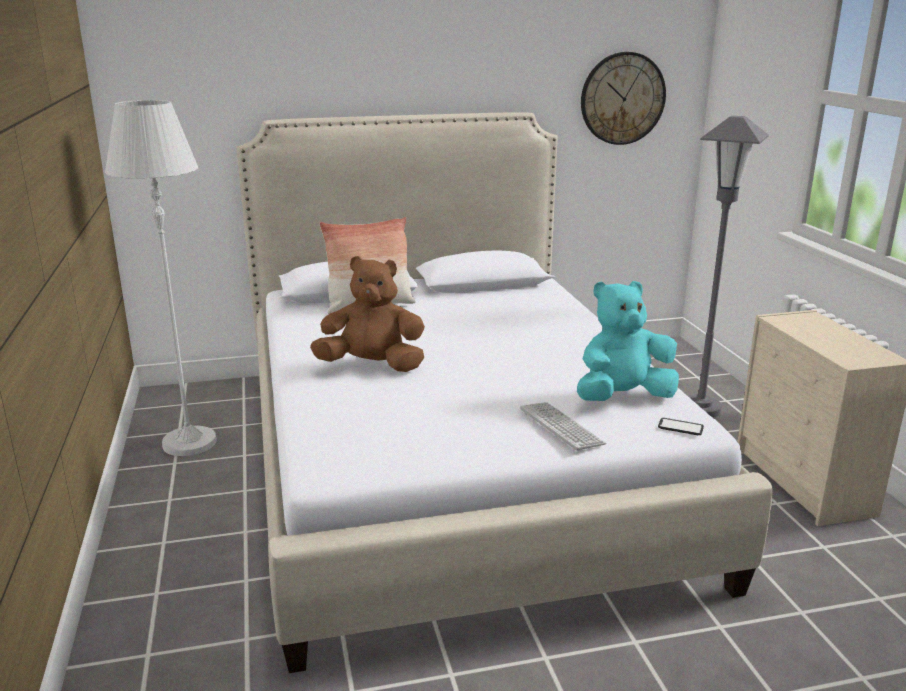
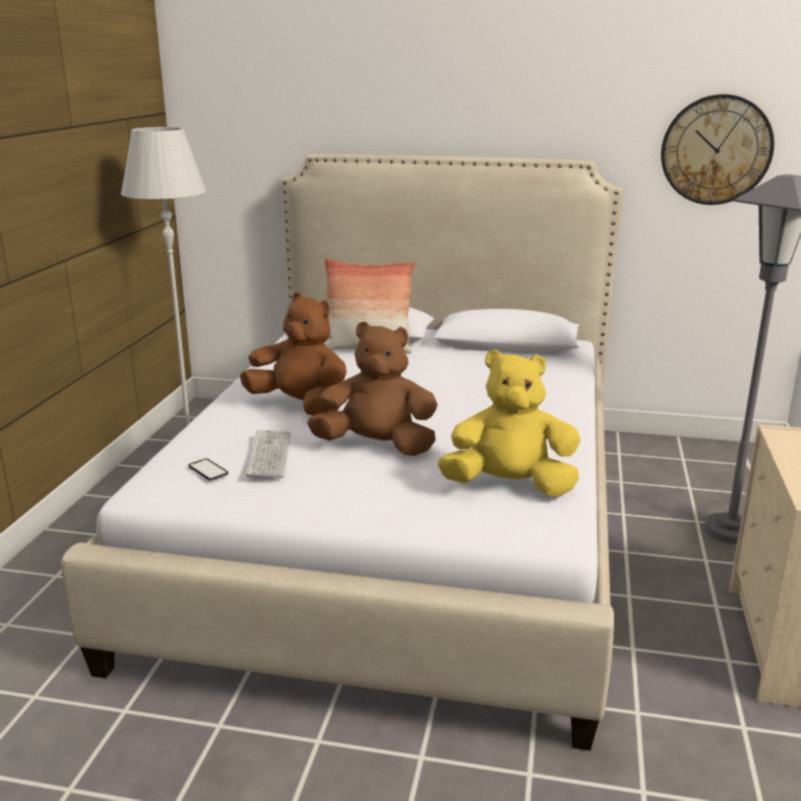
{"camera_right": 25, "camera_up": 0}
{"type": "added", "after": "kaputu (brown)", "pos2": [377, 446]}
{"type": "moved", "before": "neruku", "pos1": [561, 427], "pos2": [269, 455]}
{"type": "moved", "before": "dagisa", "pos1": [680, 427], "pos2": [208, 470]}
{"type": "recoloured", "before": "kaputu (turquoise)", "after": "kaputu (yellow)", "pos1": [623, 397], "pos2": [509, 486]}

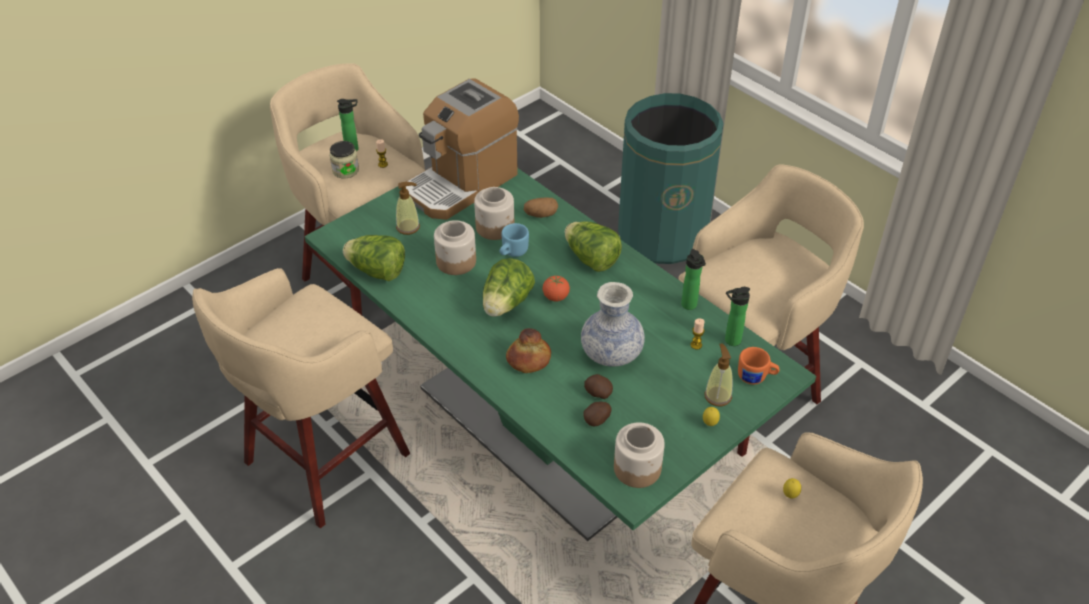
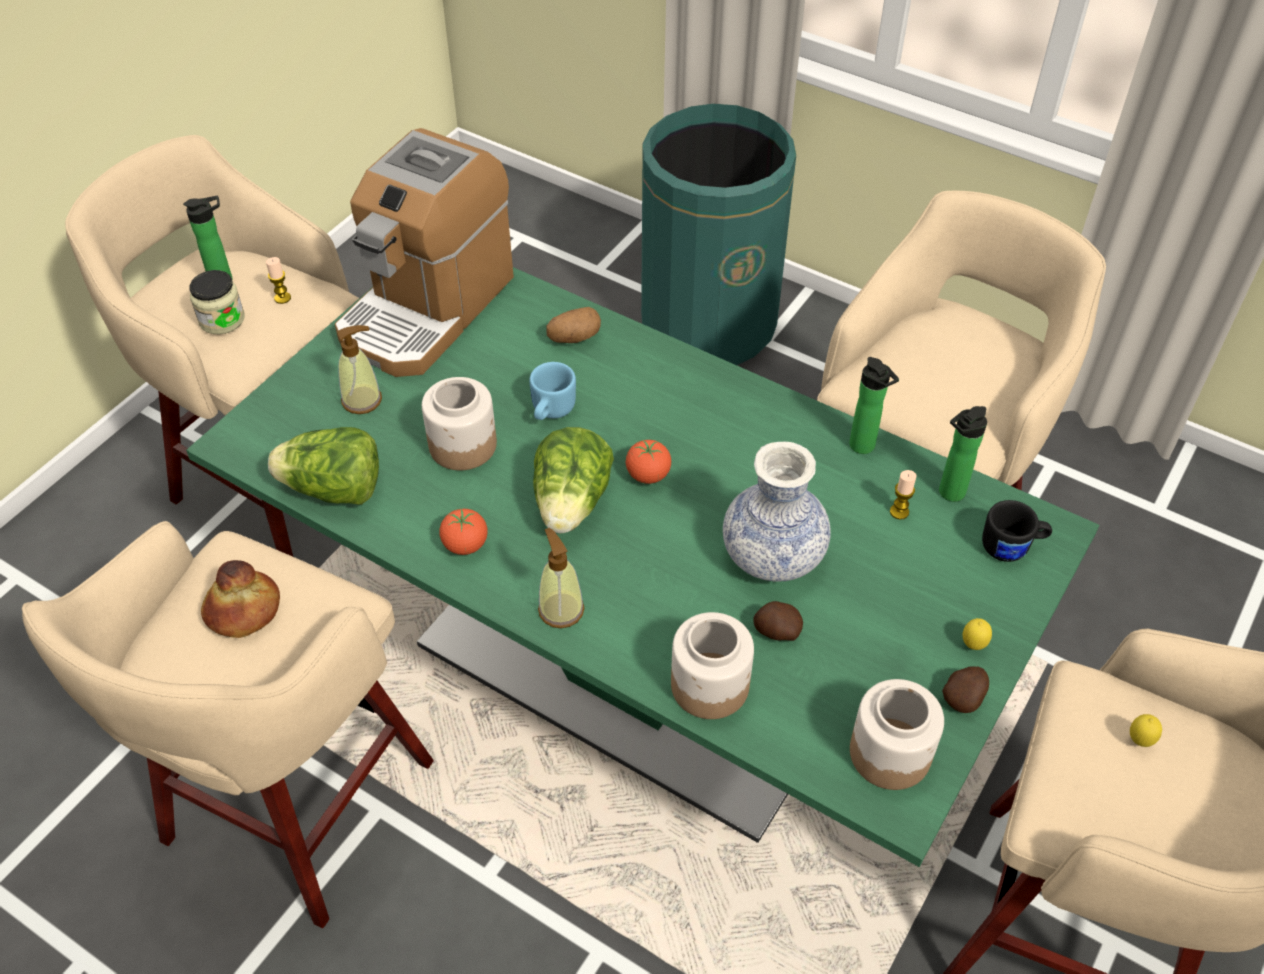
{"camera_right": -15, "camera_up": 5}
{"type": "removed", "before": "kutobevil", "pos1": [591, 259]}
{"type": "added", "after": "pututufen", "pos2": [465, 545]}
{"type": "moved", "before": "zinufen", "pos1": [495, 227], "pos2": [711, 685]}
{"type": "moved", "before": "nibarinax", "pos1": [528, 359], "pos2": [243, 611]}
{"type": "moved", "before": "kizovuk", "pos1": [597, 420], "pos2": [964, 697]}
{"type": "moved", "before": "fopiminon", "pos1": [717, 396], "pos2": [561, 609]}
{"type": "recoloured", "before": "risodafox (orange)", "after": "risodafox (black)", "pos1": [756, 377], "pos2": [1012, 547]}

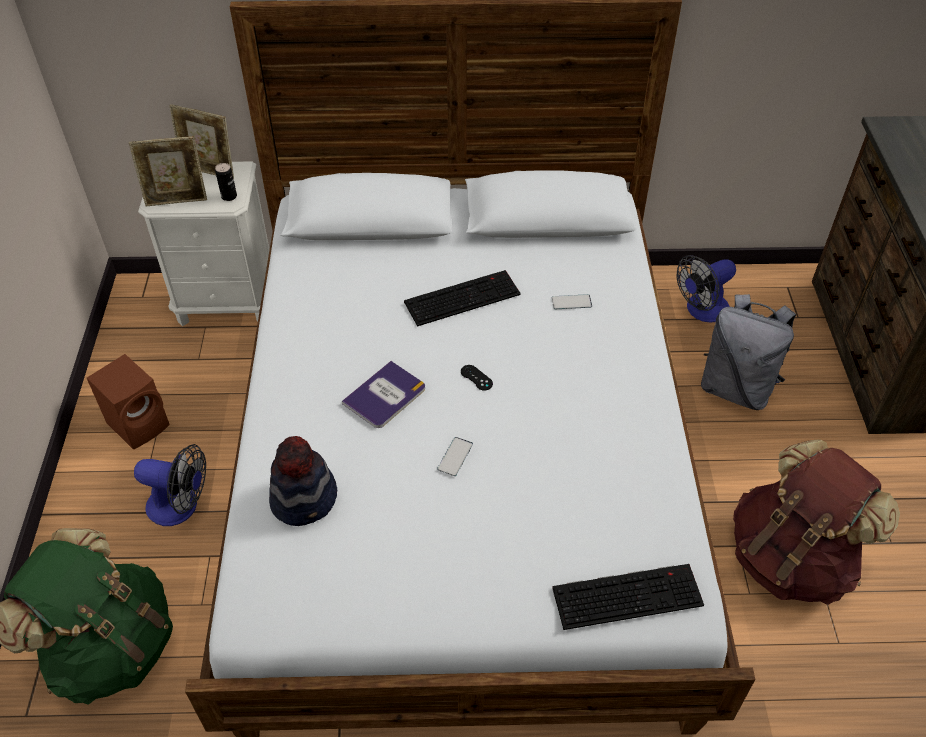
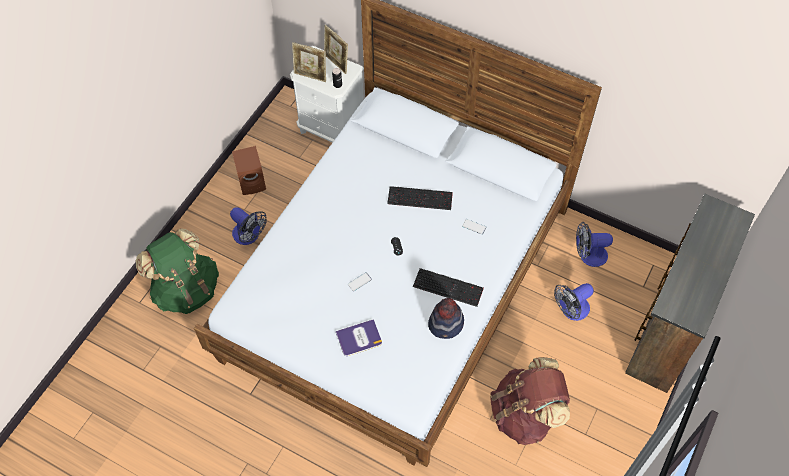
{"camera_right": 30, "camera_up": 10}
{"type": "moved", "before": "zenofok", "pos1": [305, 498], "pos2": [446, 324]}
{"type": "moved", "before": "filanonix", "pos1": [385, 396], "pos2": [359, 338]}
{"type": "moved", "before": "neruku", "pos1": [628, 594], "pos2": [449, 287]}
{"type": "replaced", "before": "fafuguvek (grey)", "after": "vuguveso", "pos1": [736, 388], "pos2": [571, 311]}

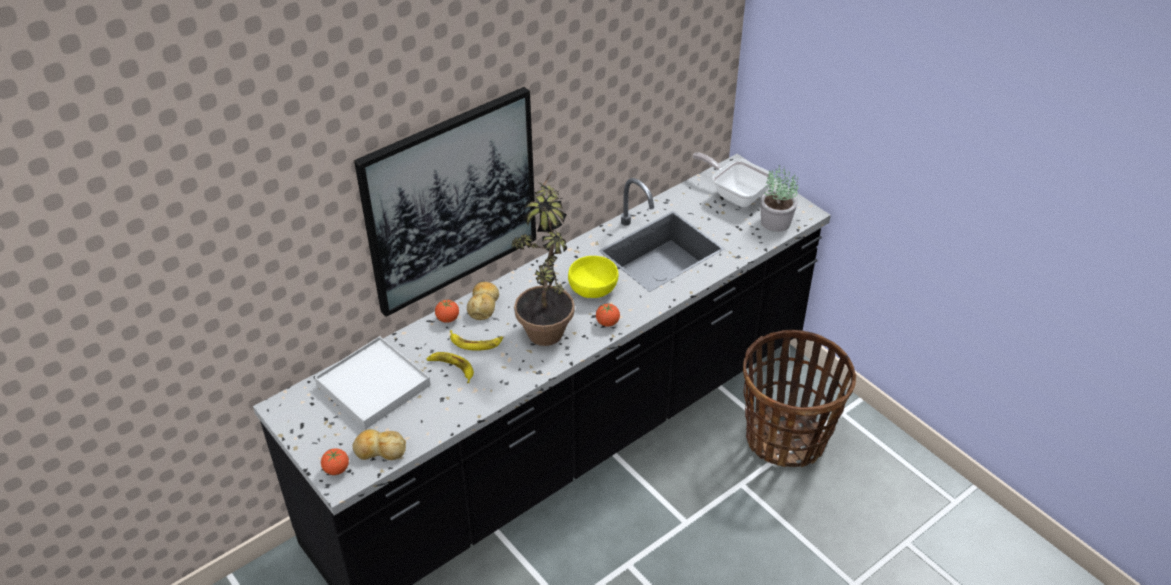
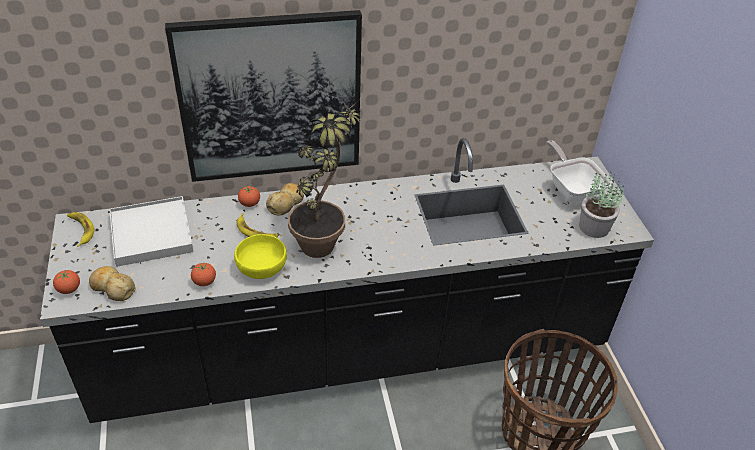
{"camera_right": 25, "camera_up": 0}
{"type": "moved", "before": "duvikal", "pos1": [451, 368], "pos2": [80, 230]}
{"type": "moved", "before": "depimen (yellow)", "pos1": [593, 288], "pos2": [262, 267]}
{"type": "moved", "before": "pututufen", "pos1": [607, 322], "pos2": [204, 282]}

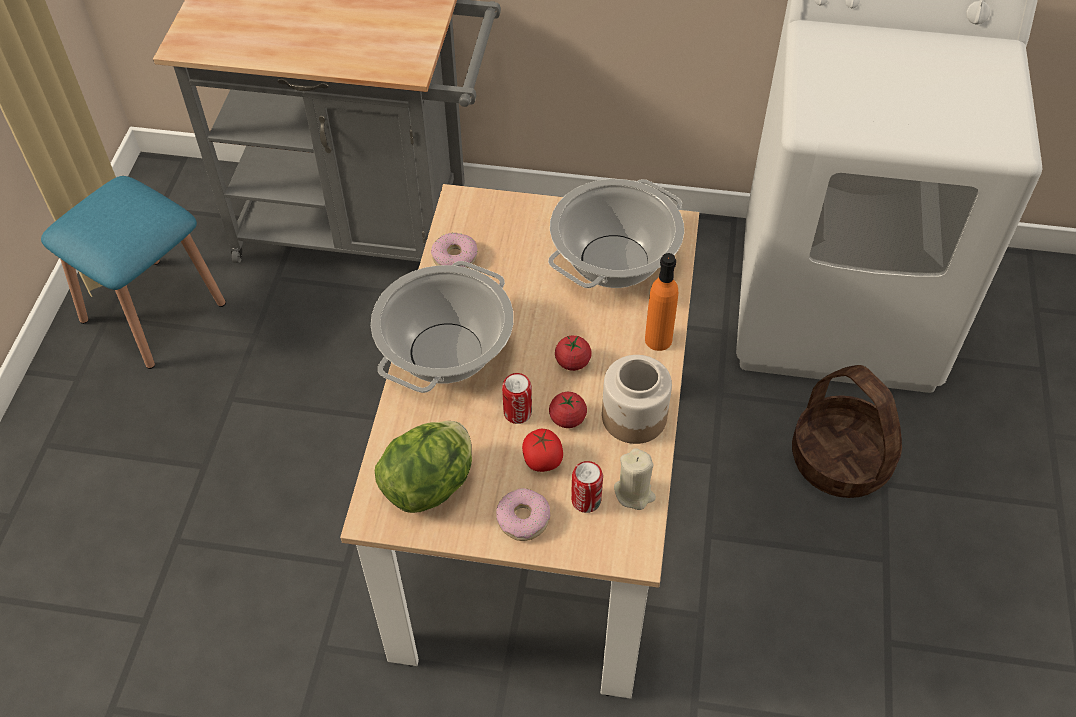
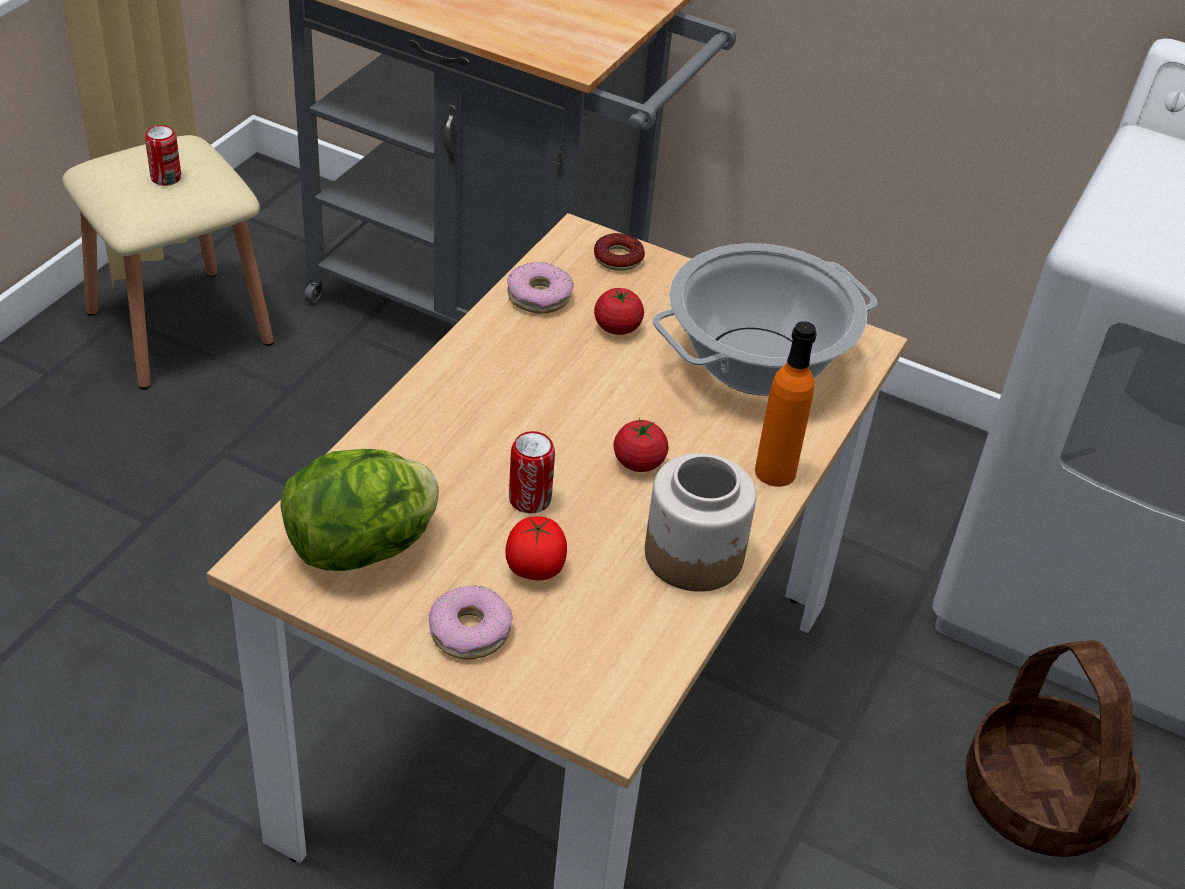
{"camera_right": 15, "camera_up": -10}
{"type": "removed", "before": "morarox", "pos1": [446, 353]}
{"type": "removed", "before": "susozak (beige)", "pos1": [634, 493]}
{"type": "added", "after": "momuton", "pos2": [618, 258]}
{"type": "moved", "before": "pututufen", "pos1": [567, 418], "pos2": [617, 327]}
{"type": "moved", "before": "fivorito", "pos1": [586, 500], "pos2": [166, 178]}
{"type": "recoloured", "before": "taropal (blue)", "after": "taropal (beige)", "pos1": [153, 312], "pos2": [179, 327]}

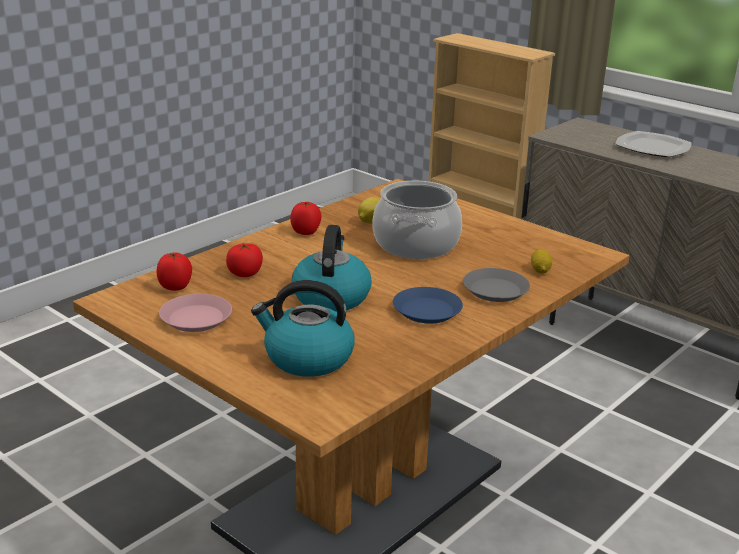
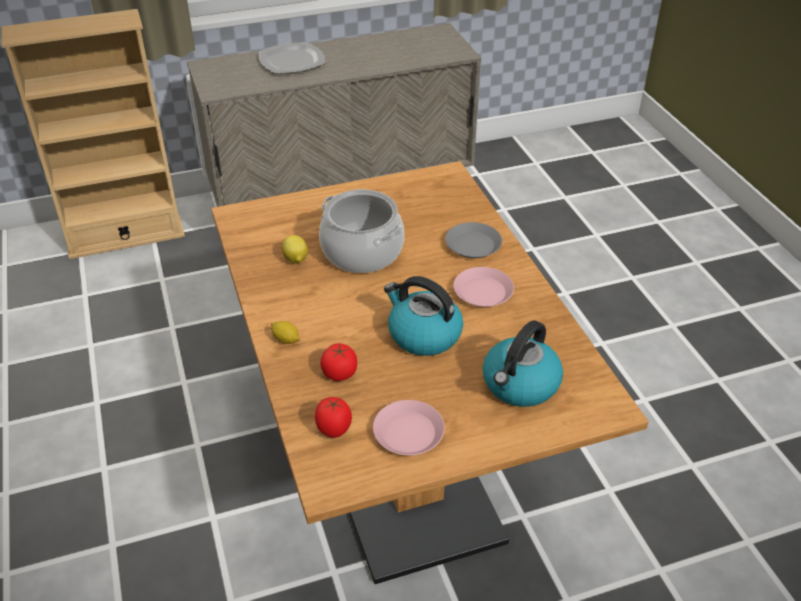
{"camera_right": -60, "camera_up": 15}
{"type": "removed", "before": "pututufen", "pos1": [306, 232]}
{"type": "moved", "before": "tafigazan", "pos1": [540, 270], "pos2": [286, 339]}
{"type": "recoloured", "before": "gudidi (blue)", "after": "gudidi (pink)", "pos1": [427, 310], "pos2": [482, 292]}

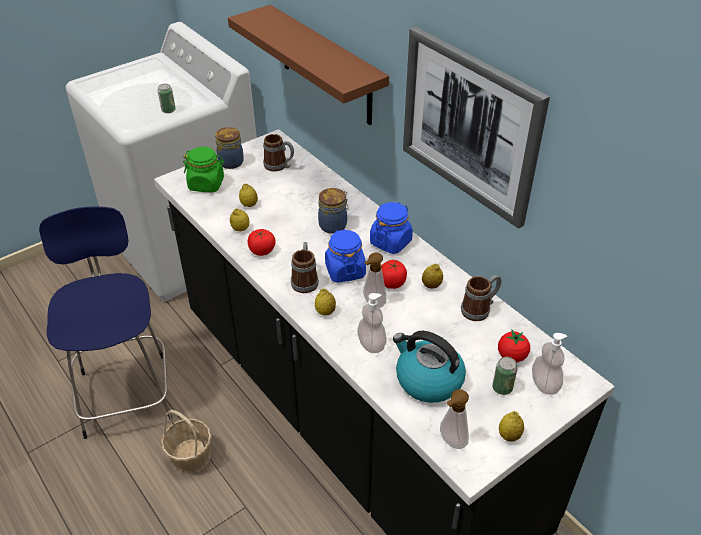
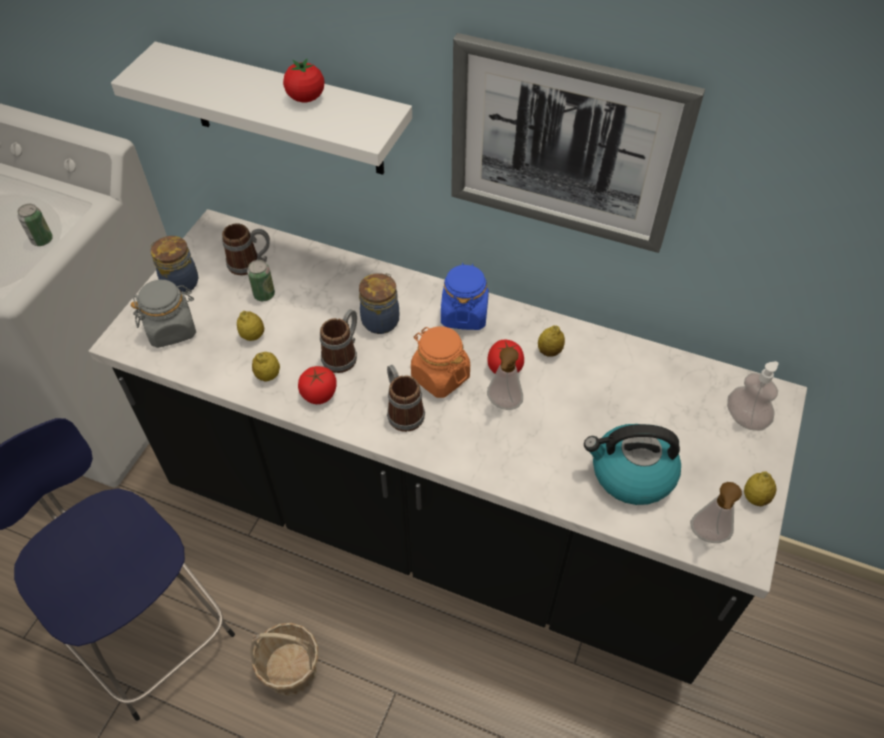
{"camera_right": -30, "camera_up": 10}
{"type": "removed", "before": "tafigazan", "pos1": [325, 312]}
{"type": "removed", "before": "fopiminon", "pos1": [371, 344]}
{"type": "moved", "before": "risodafox", "pos1": [479, 309], "pos2": [343, 354]}
{"type": "moved", "before": "fivorito", "pos1": [502, 388], "pos2": [264, 295]}
{"type": "moved", "before": "pututufen", "pos1": [511, 356], "pos2": [306, 98]}
{"type": "recoloured", "before": "zinufen (green)", "after": "zinufen (grey)", "pos1": [206, 184], "pos2": [172, 329]}
{"type": "recoloured", "before": "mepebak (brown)", "after": "mepebak (white)", "pos1": [326, 66], "pos2": [285, 111]}
{"type": "recoloured", "before": "zinufen (blue)", "after": "zinufen (orange)", "pos1": [345, 270], "pos2": [440, 376]}

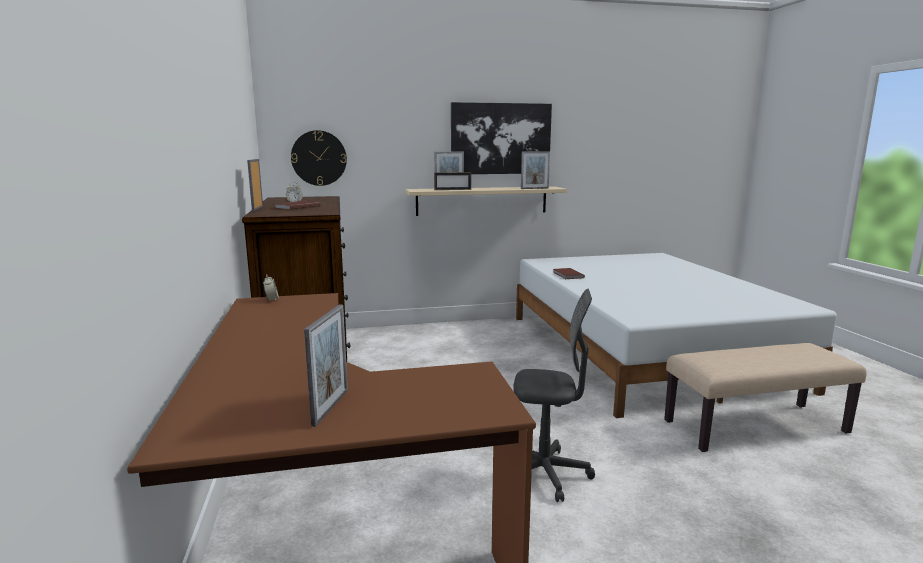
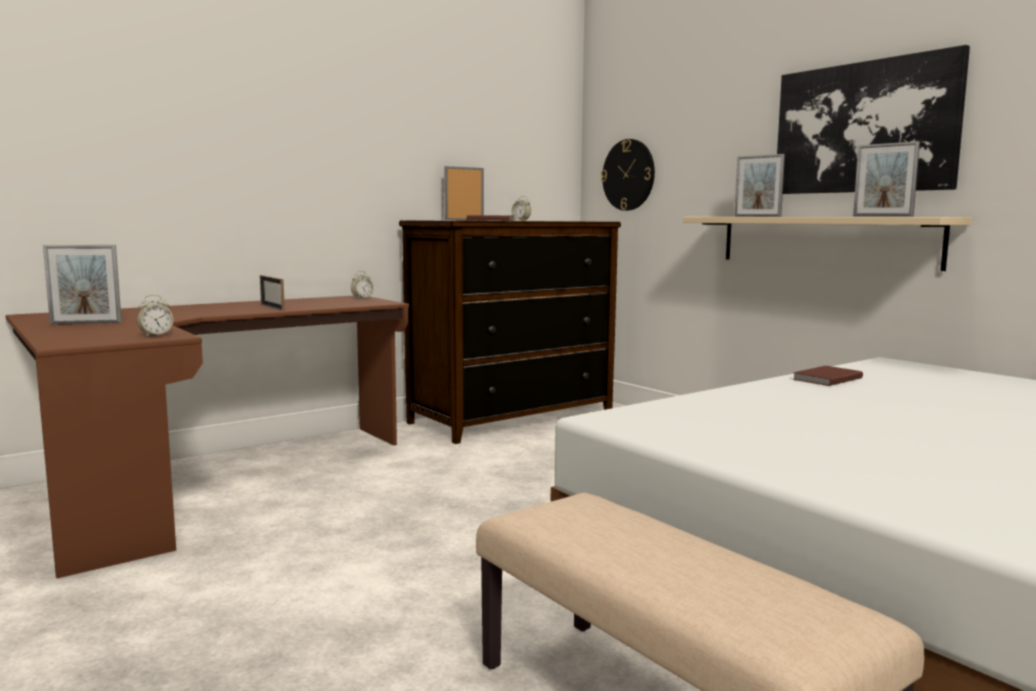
{"camera_right": 65, "camera_up": -5}
{"type": "removed", "before": "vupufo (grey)", "pos1": [545, 474]}
{"type": "added", "after": "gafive", "pos2": [156, 335]}
{"type": "moved", "before": "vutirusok", "pos1": [452, 189], "pos2": [272, 307]}

